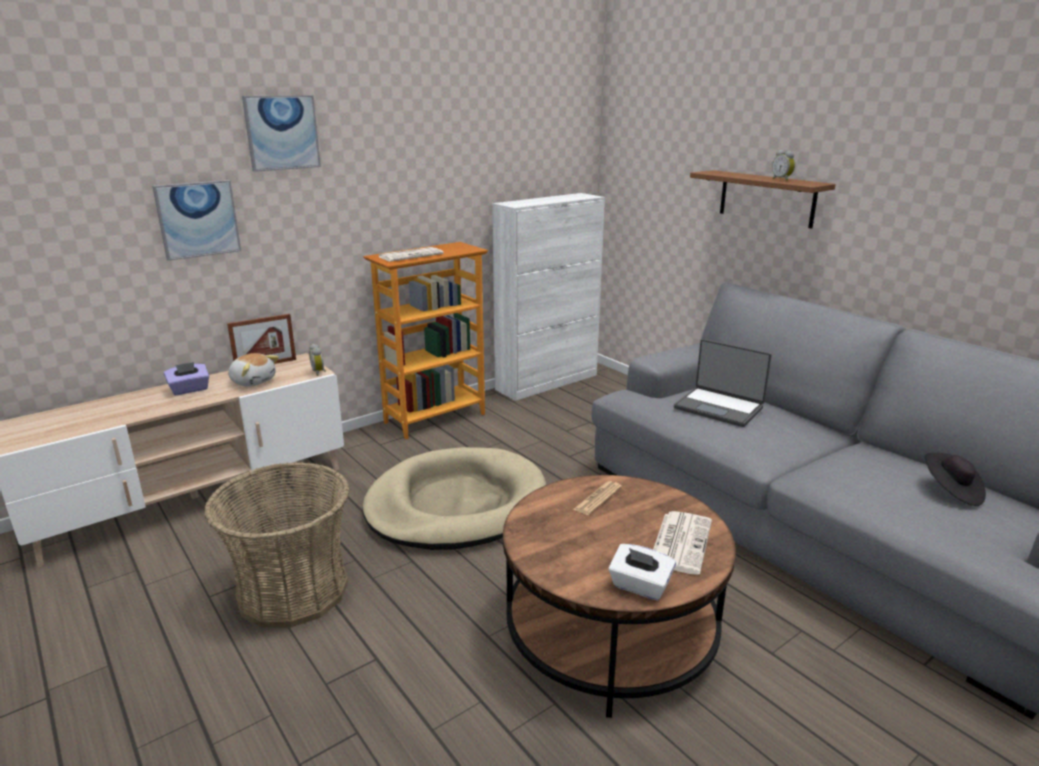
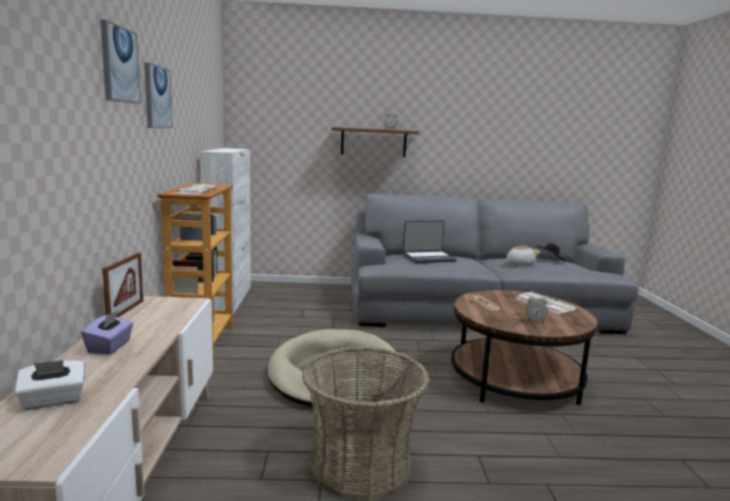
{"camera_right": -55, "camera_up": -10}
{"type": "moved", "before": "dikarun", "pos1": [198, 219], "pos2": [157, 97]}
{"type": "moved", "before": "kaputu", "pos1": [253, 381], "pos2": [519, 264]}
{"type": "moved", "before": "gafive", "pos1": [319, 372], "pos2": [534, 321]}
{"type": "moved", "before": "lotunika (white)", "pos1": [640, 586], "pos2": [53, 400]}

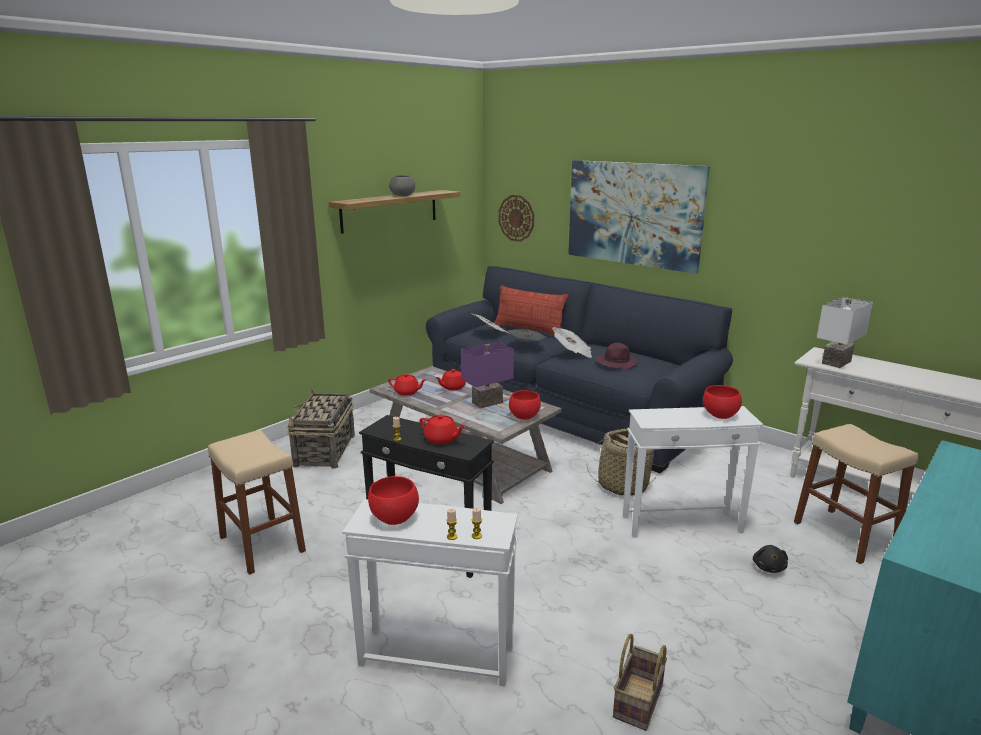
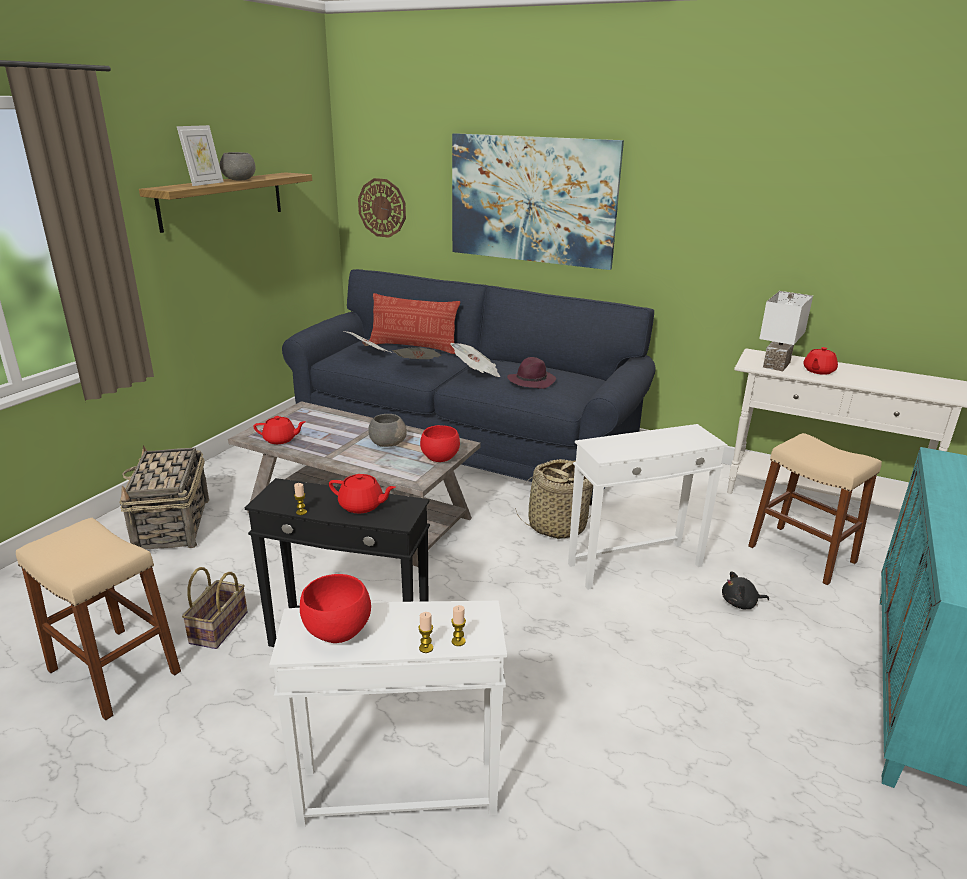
{"camera_right": -15, "camera_up": 5}
{"type": "removed", "before": "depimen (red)", "pos1": [720, 416]}
{"type": "added", "after": "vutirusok", "pos2": [205, 183]}
{"type": "moved", "before": "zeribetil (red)", "pos1": [452, 387], "pos2": [818, 371]}
{"type": "moved", "before": "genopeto", "pos1": [639, 703], "pos2": [219, 629]}
{"type": "replaced", "before": "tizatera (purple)", "after": "depimen (grey)", "pos1": [487, 402], "pos2": [387, 443]}
{"type": "turned", "before": "kaputu (black)", "pos1": [768, 567], "pos2": [740, 603], "turn": 90}

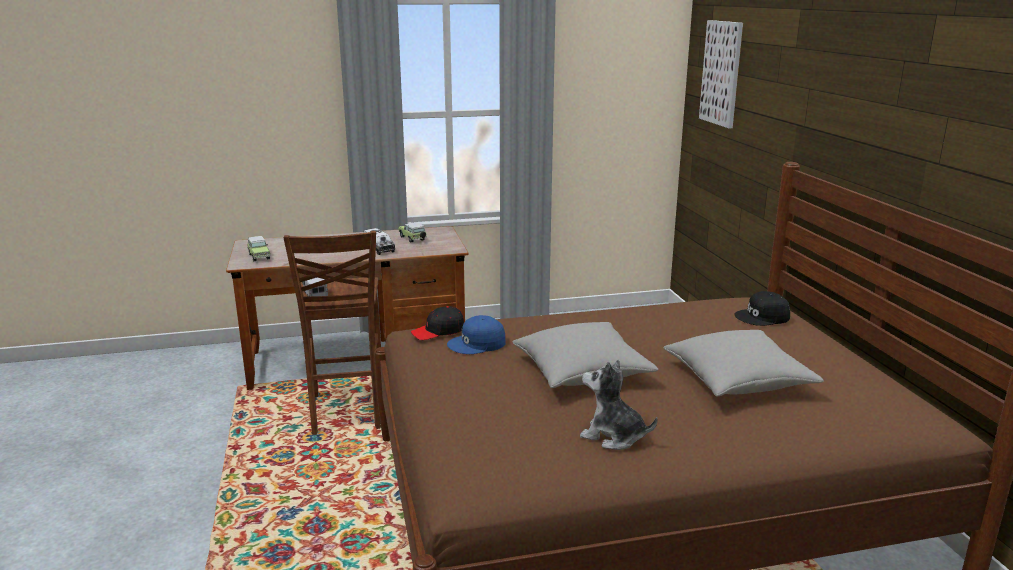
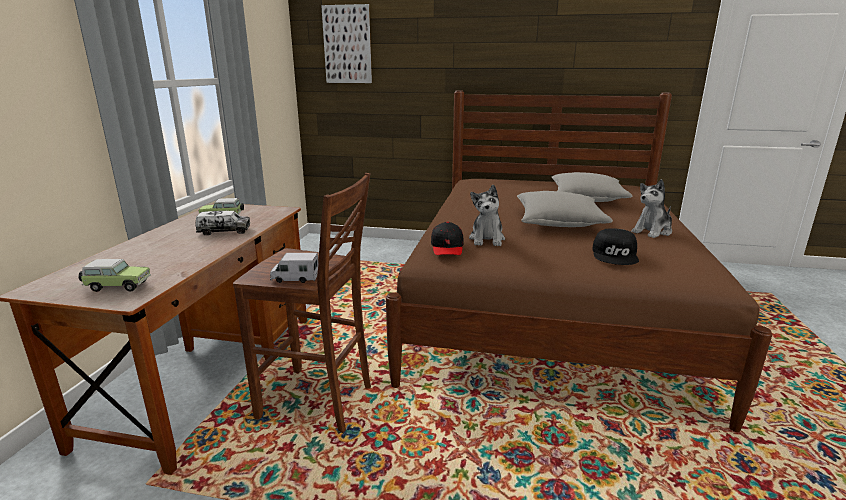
{"camera_right": -65, "camera_up": 0}
{"type": "moved", "before": "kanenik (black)", "pos1": [762, 317], "pos2": [615, 255]}
{"type": "replaced", "before": "kanenik (blue)", "after": "kaputu", "pos1": [477, 344], "pos2": [487, 239]}

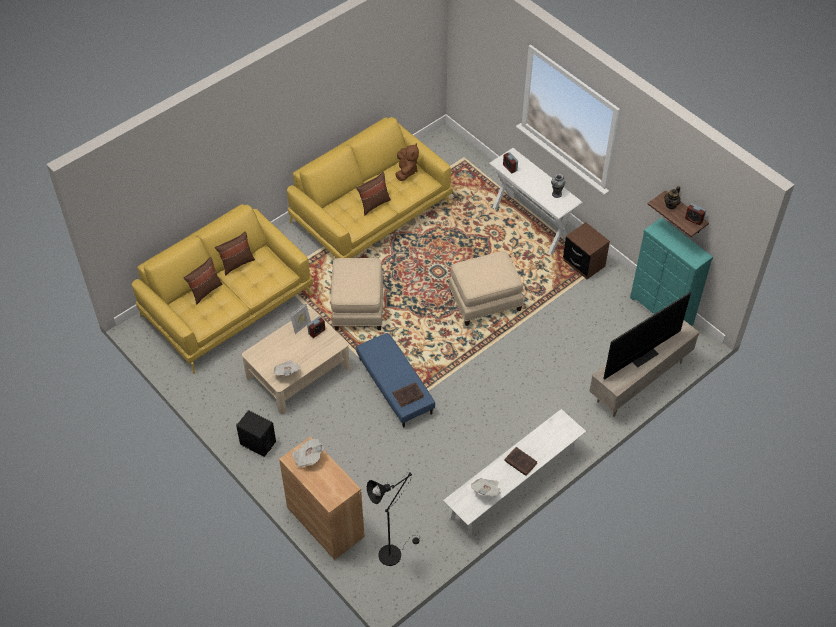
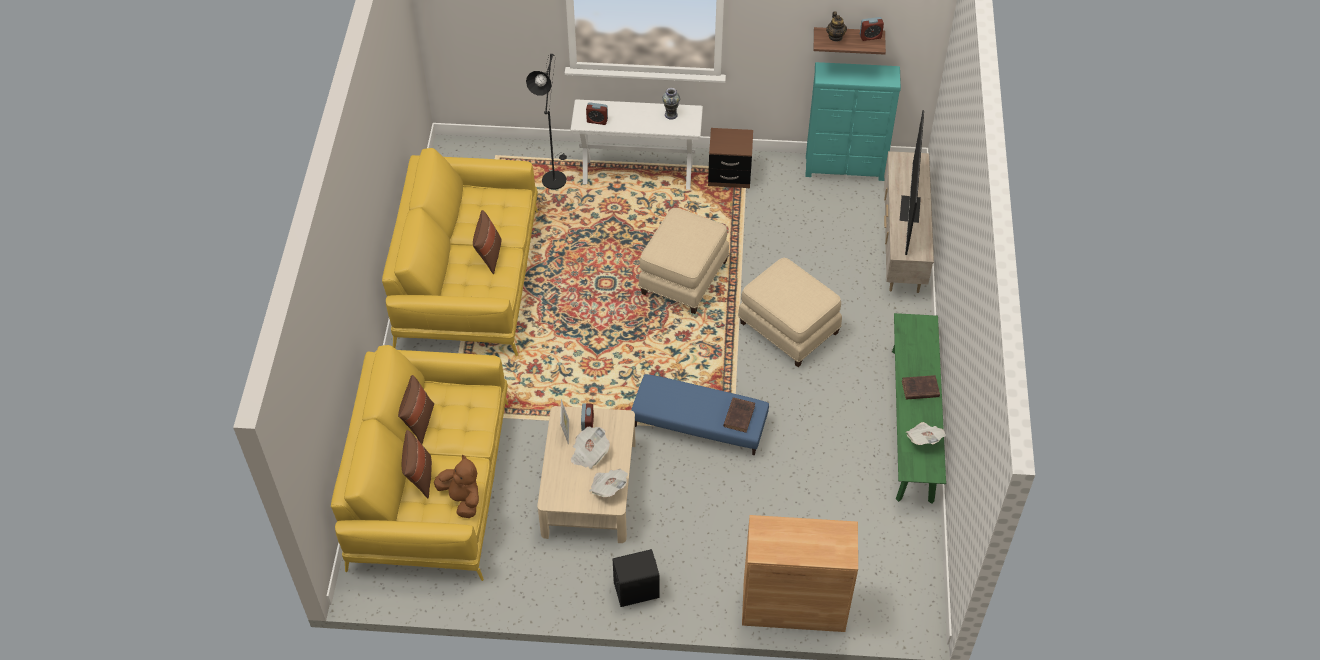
{"camera_right": -45, "camera_up": 0}
{"type": "moved", "before": "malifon", "pos1": [307, 457], "pos2": [589, 453]}
{"type": "moved", "before": "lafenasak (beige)", "pos1": [357, 307], "pos2": [787, 329]}
{"type": "moved", "before": "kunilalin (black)", "pos1": [393, 552], "pos2": [554, 176]}
{"type": "moved", "before": "kaputu (brown)", "pos1": [406, 171], "pos2": [462, 499]}
{"type": "recoloured", "before": "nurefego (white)", "after": "nurefego (green)", "pos1": [513, 485], "pos2": [912, 424]}

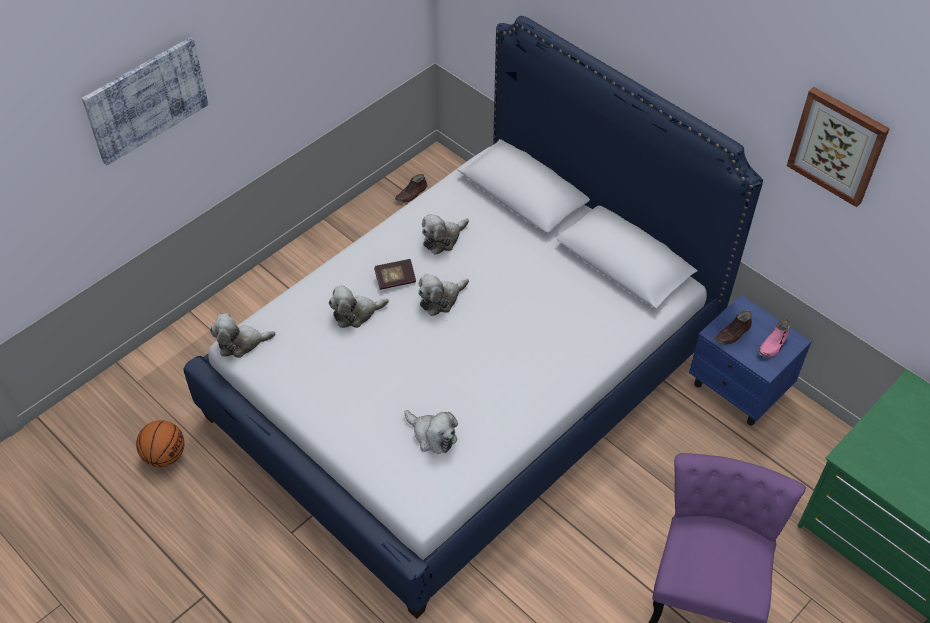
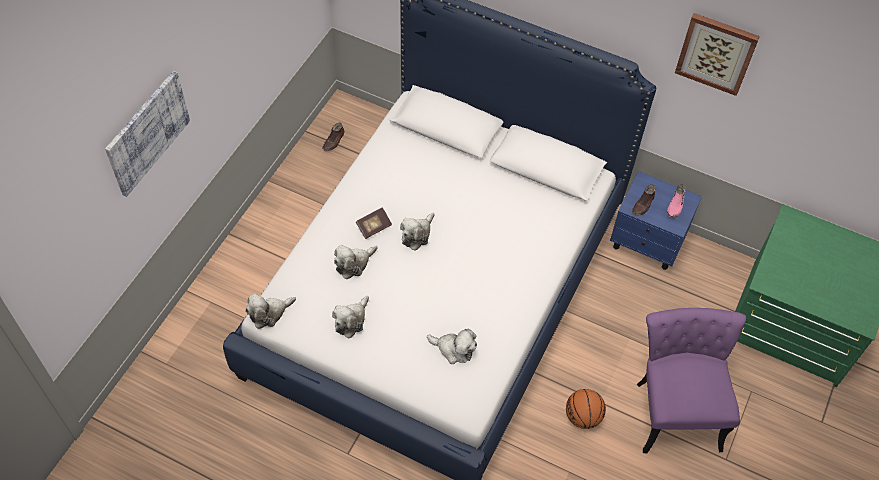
{"camera_right": -20, "camera_up": 5}
{"type": "moved", "before": "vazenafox", "pos1": [165, 456], "pos2": [583, 417]}
{"type": "moved", "before": "kaputu", "pos1": [443, 239], "pos2": [351, 320]}

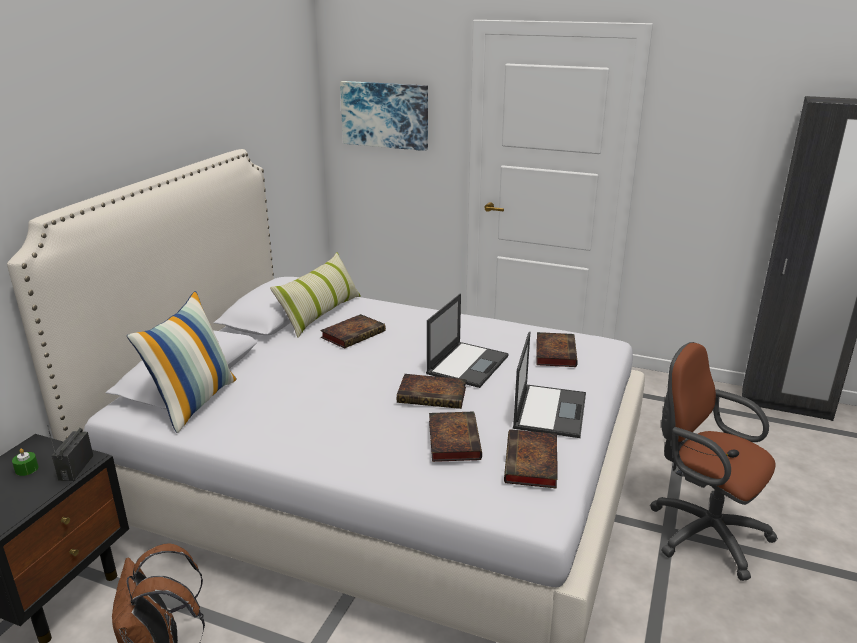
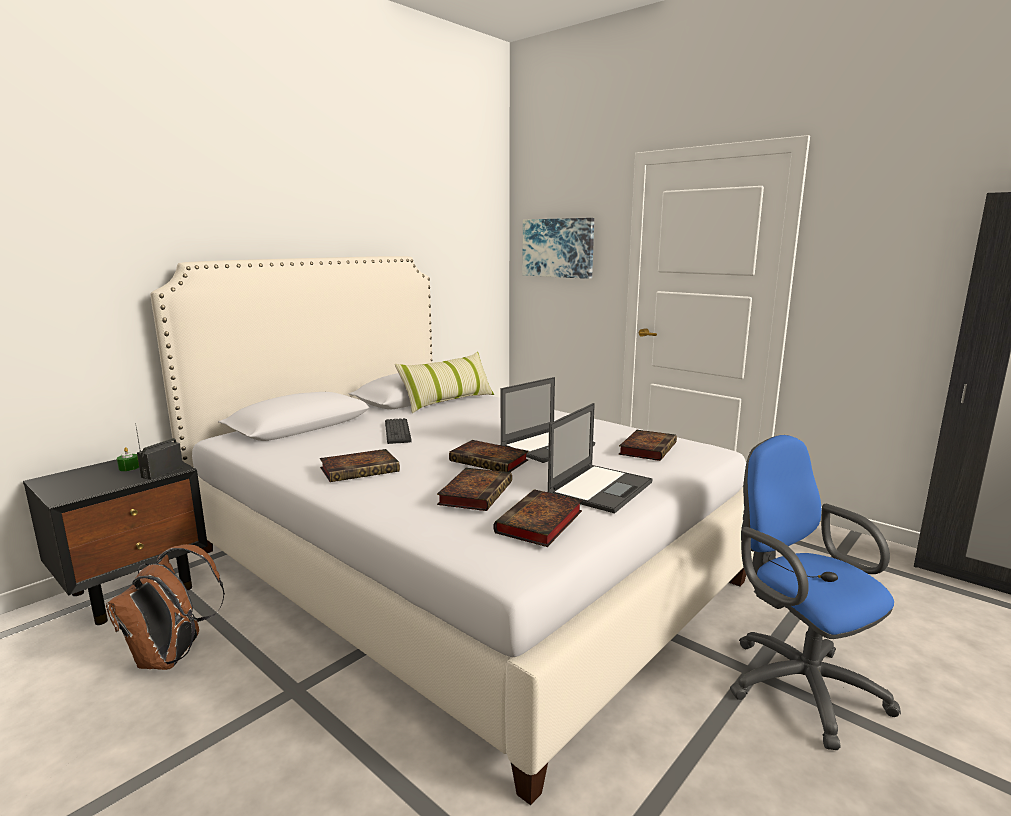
{"camera_right": 20, "camera_up": -10}
{"type": "removed", "before": "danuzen", "pos1": [194, 402]}
{"type": "added", "after": "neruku", "pos2": [397, 432]}
{"type": "moved", "before": "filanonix", "pos1": [354, 334], "pos2": [361, 469]}
{"type": "recoloured", "before": "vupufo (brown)", "after": "vupufo (blue)", "pos1": [701, 532], "pos2": [796, 683]}

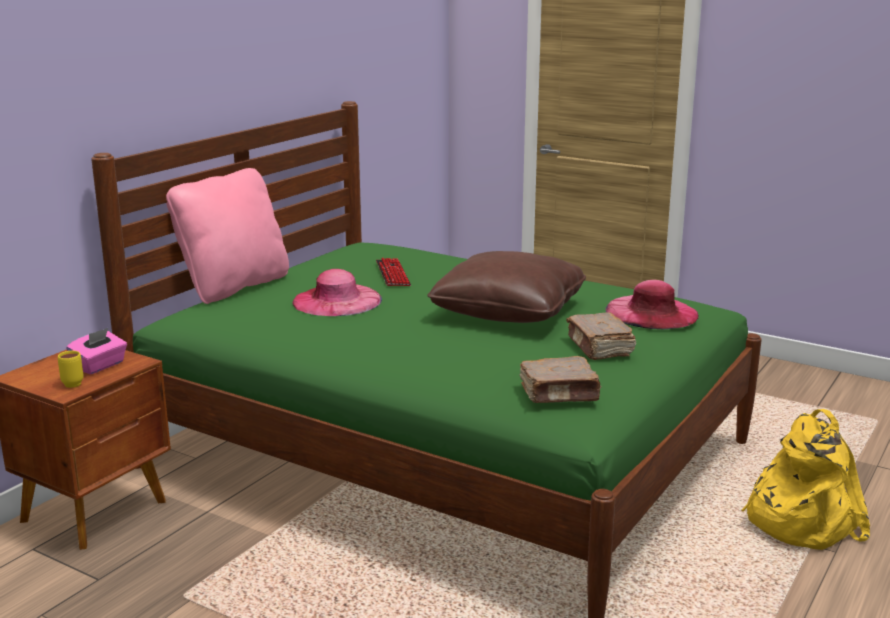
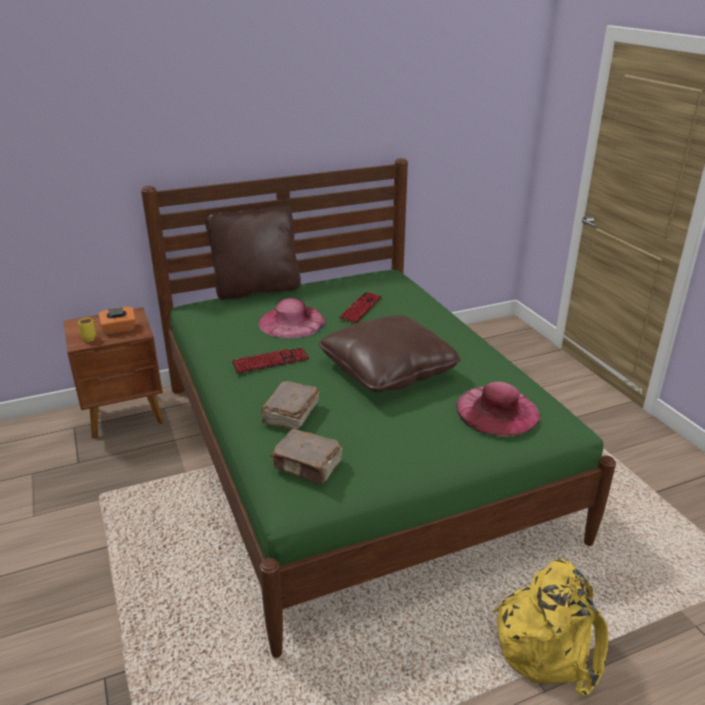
{"camera_right": 35, "camera_up": 10}
{"type": "added", "after": "neruku", "pos2": [270, 361]}
{"type": "moved", "before": "filanonix (brown)", "pos1": [599, 347], "pos2": [290, 414]}
{"type": "recoloured", "before": "lotunika (pink)", "after": "lotunika (orange)", "pos1": [100, 366], "pos2": [119, 329]}
{"type": "recoloured", "before": "danuzen (pink)", "after": "danuzen (brown)", "pos1": [234, 286], "pos2": [257, 289]}

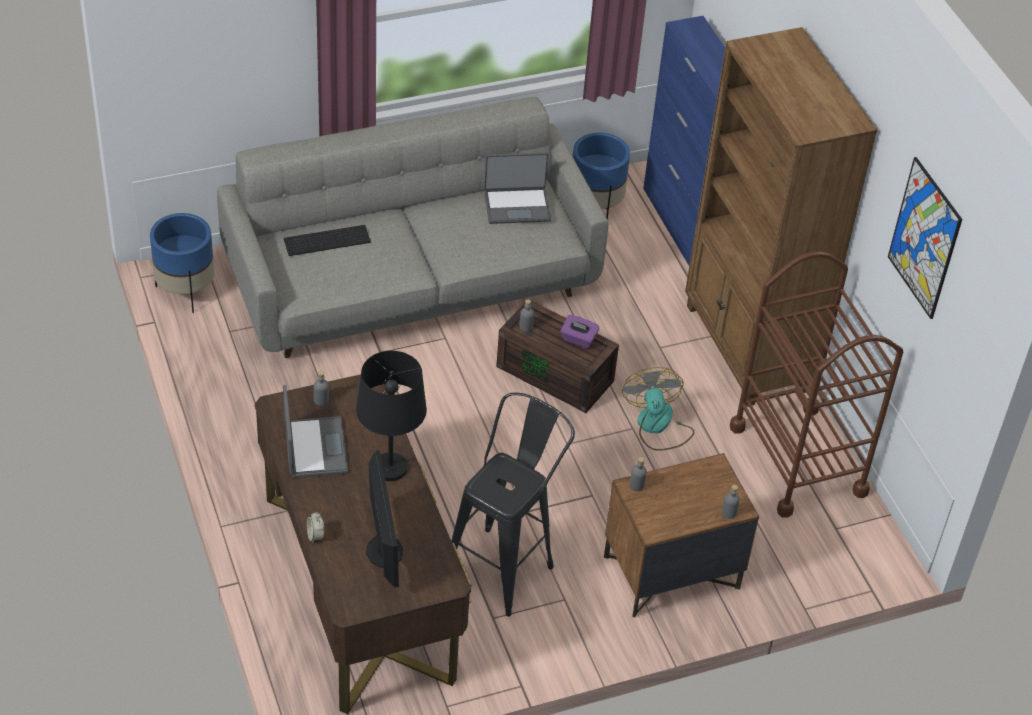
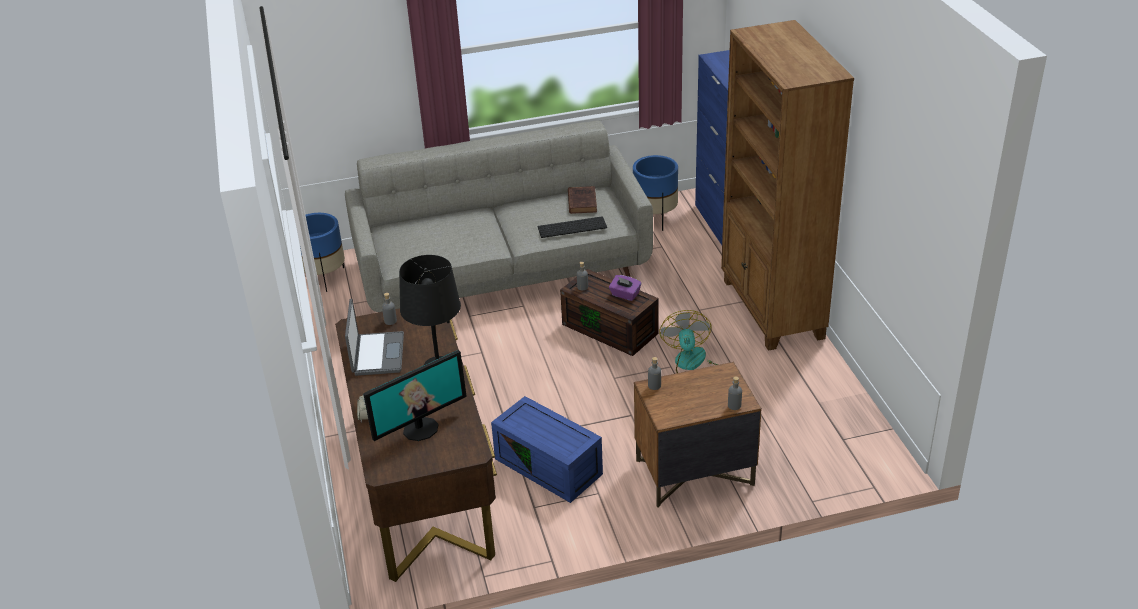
{"camera_right": 10, "camera_up": -10}
{"type": "removed", "before": "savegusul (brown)", "pos1": [798, 460]}
{"type": "removed", "before": "dikarun", "pos1": [924, 238]}
{"type": "moved", "before": "neruku", "pos1": [327, 239], "pos2": [572, 227]}
{"type": "replaced", "before": "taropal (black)", "after": "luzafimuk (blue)", "pos1": [505, 564], "pos2": [550, 466]}
{"type": "replaced", "before": "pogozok", "after": "filanonix (brown)", "pos1": [517, 206], "pos2": [582, 202]}
{"type": "turned", "before": "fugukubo", "pos1": [383, 551], "pos2": [420, 428], "turn": 60}

